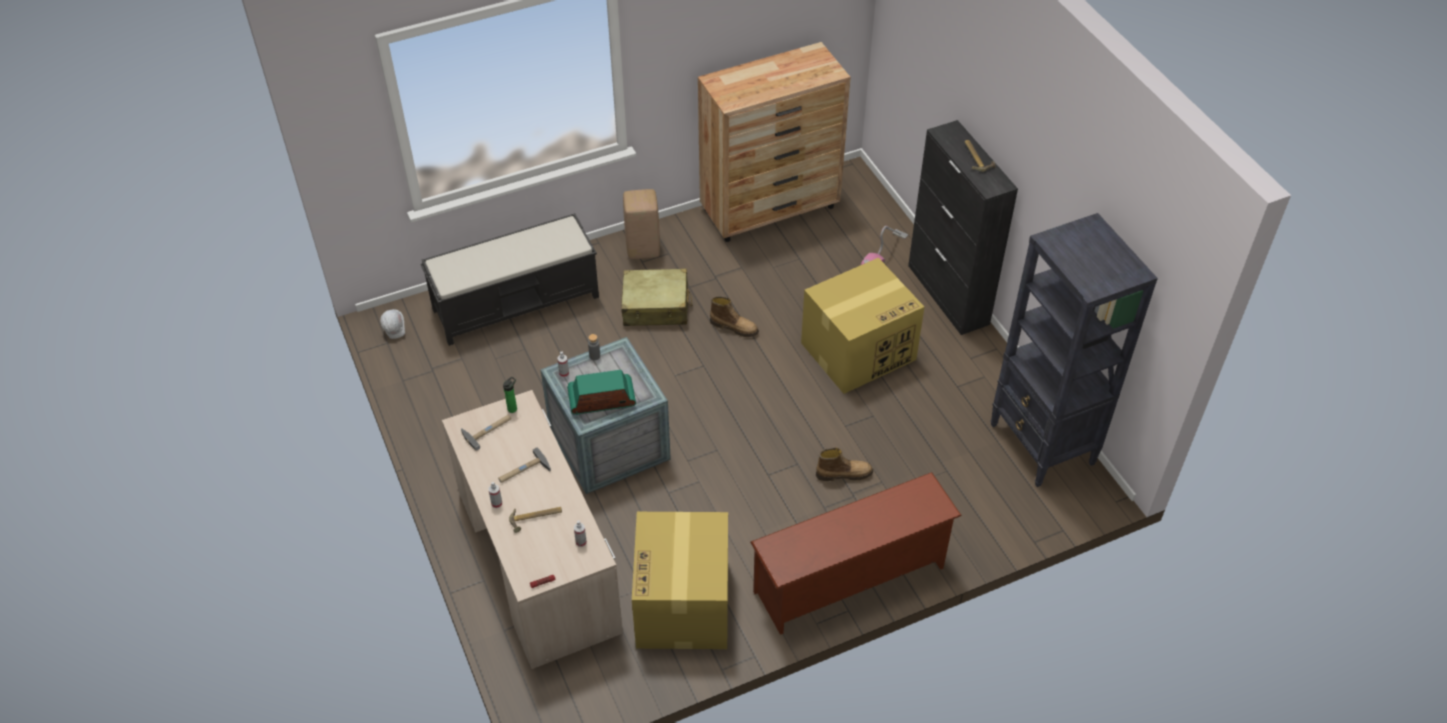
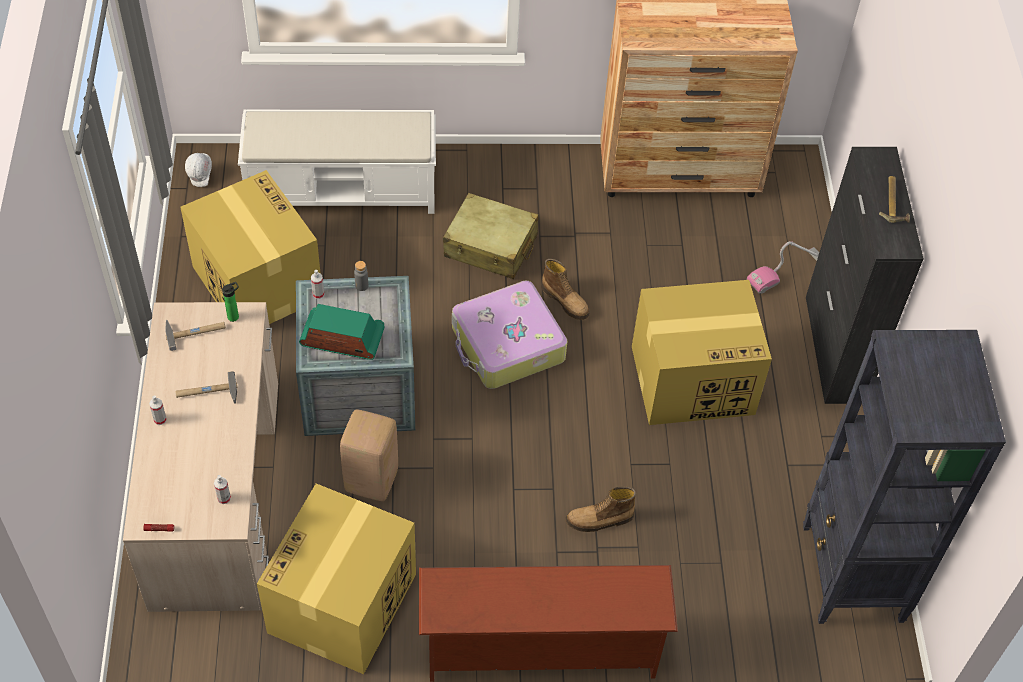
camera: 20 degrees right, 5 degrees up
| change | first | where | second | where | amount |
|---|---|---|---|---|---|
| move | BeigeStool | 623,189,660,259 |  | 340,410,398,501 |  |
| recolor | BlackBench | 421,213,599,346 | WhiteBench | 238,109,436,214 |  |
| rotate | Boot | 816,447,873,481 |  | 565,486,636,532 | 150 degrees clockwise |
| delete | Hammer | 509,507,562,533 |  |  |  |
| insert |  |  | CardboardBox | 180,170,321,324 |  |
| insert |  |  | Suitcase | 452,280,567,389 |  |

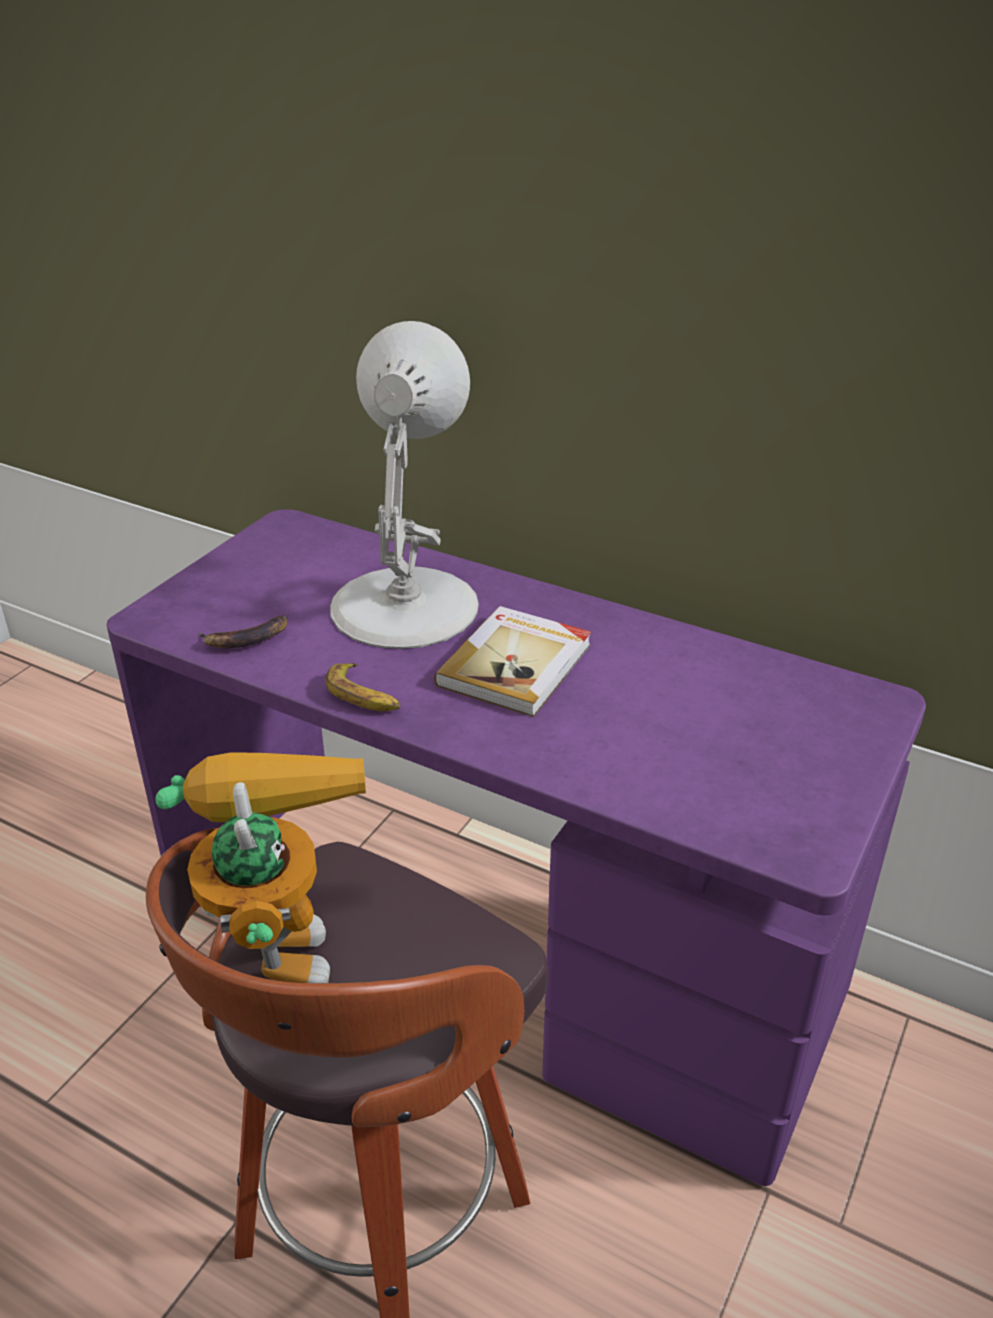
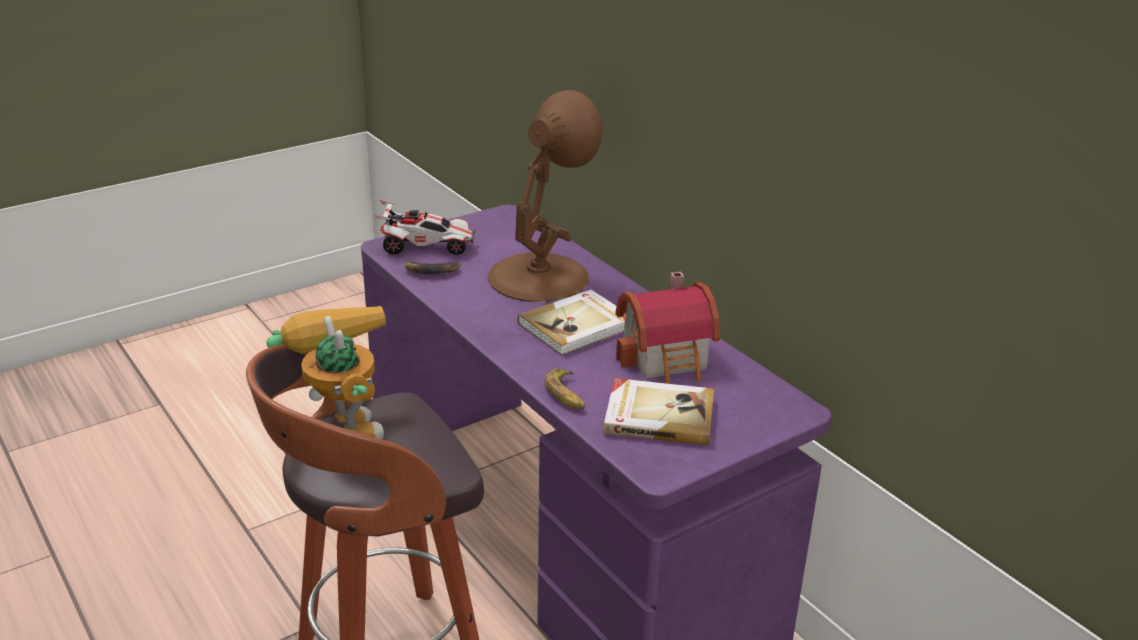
camera: 25 degrees right, 5 degrees down
| change | first | where | second | where | amount |
|---|---|---|---|---|---|
| recolor | WhiteTableLamp | 330,321,479,649 | BrownTableLamp | 488,90,602,302 |  |
| move | Banana | 326,663,401,711 |  | 544,368,585,409 |  |
| rotate | ToyRobot | 156,753,366,983 |  | 266,306,386,439 | 45 degrees counterclockwise |
| insert |  |  | ToyCar | 374,199,475,255 |  |
| insert |  |  | ToyHouse | 616,272,720,384 |  |
| insert |  |  | Book | 603,378,714,445 |  |

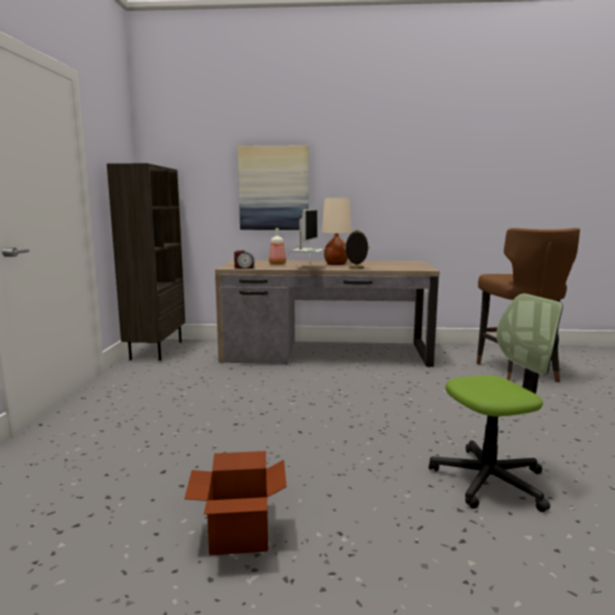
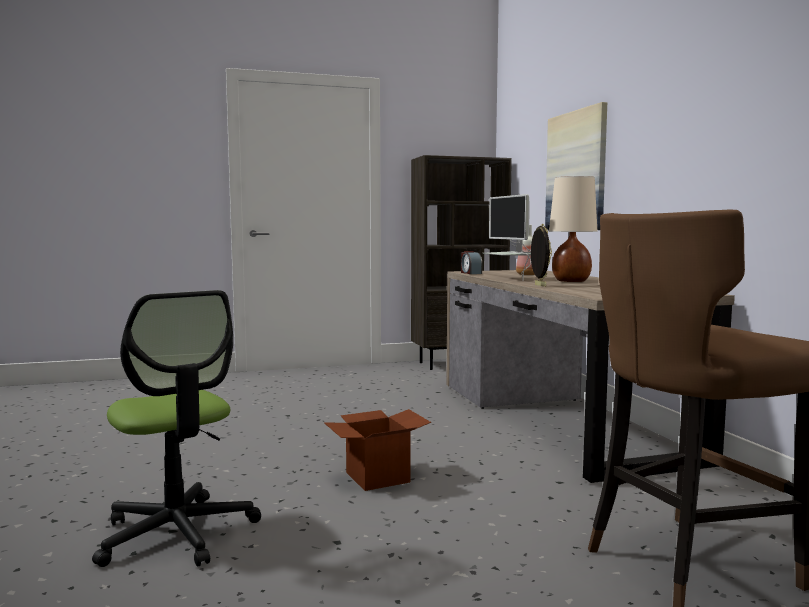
camera: 70 degrees right, 5 degrees down
| change | first | where | second | where | amount |
|---|---|---|---|---|---|
| rotate | Monitor | 288,209,325,266 |  | 483,194,531,281 | 75 degrees clockwise |
| move | CardboardBox | 184,451,287,555 |  | 324,409,431,491 |  |

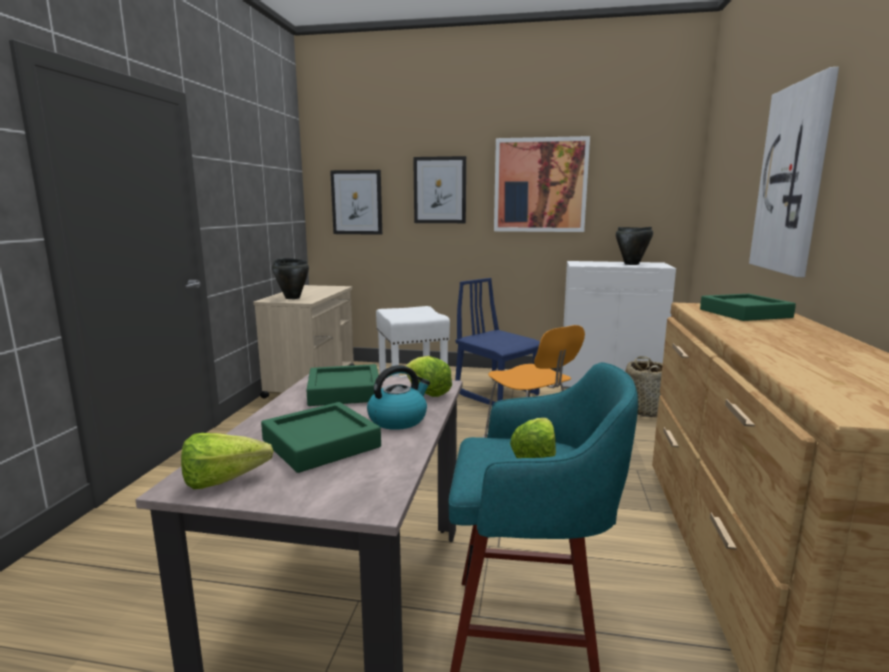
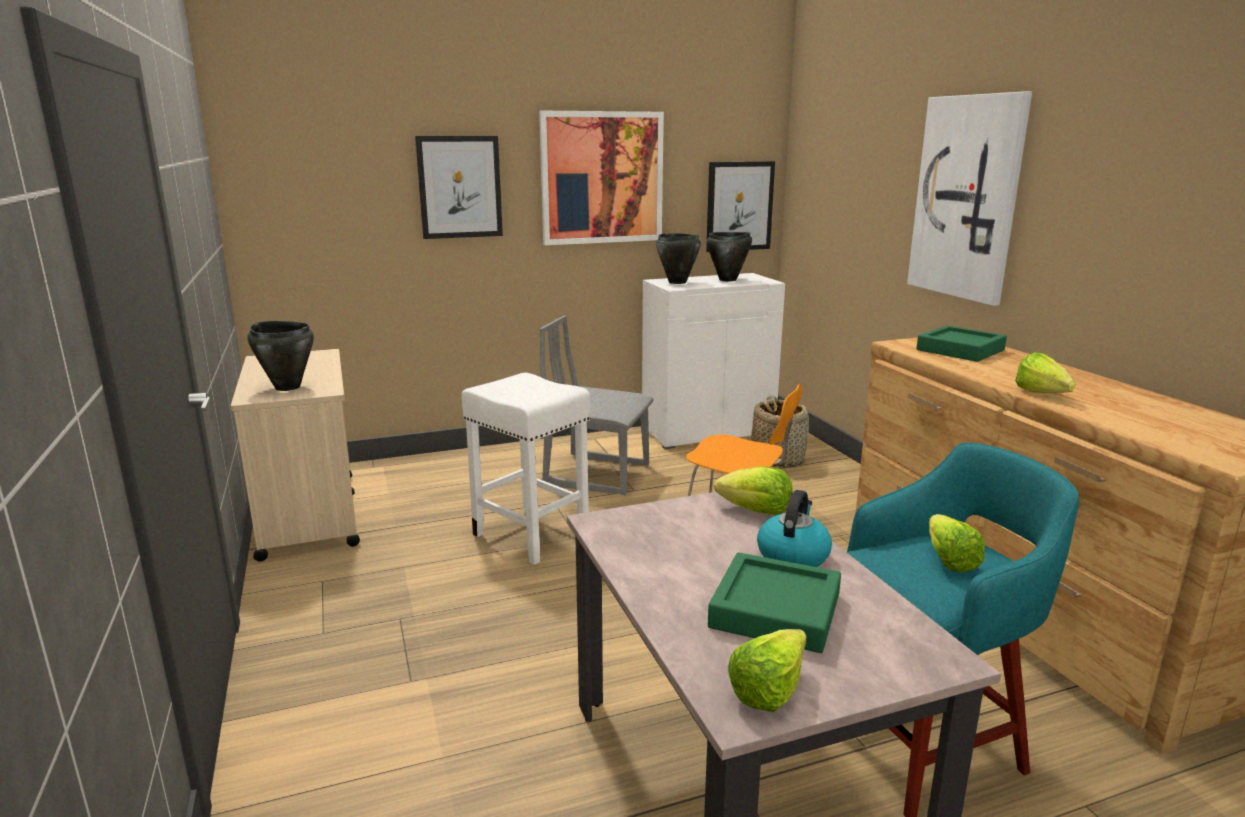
camera: 30 degrees left, 5 degrees up
| change | first | where | second | where | amount |
|---|---|---|---|---|---|
| move | Picture | 330,170,382,235 |  | 706,161,775,252 |  |
| recolor | BlueChair | 455,278,540,406 | GreyChair | 540,315,653,495 |  |
| delete | GreenTray | 306,364,379,406 |  |  |  |
| insert |  |  | BlackCookingPot | 656,233,701,284 |  |
| insert |  |  | Lettuce | 1015,352,1075,393 |  |

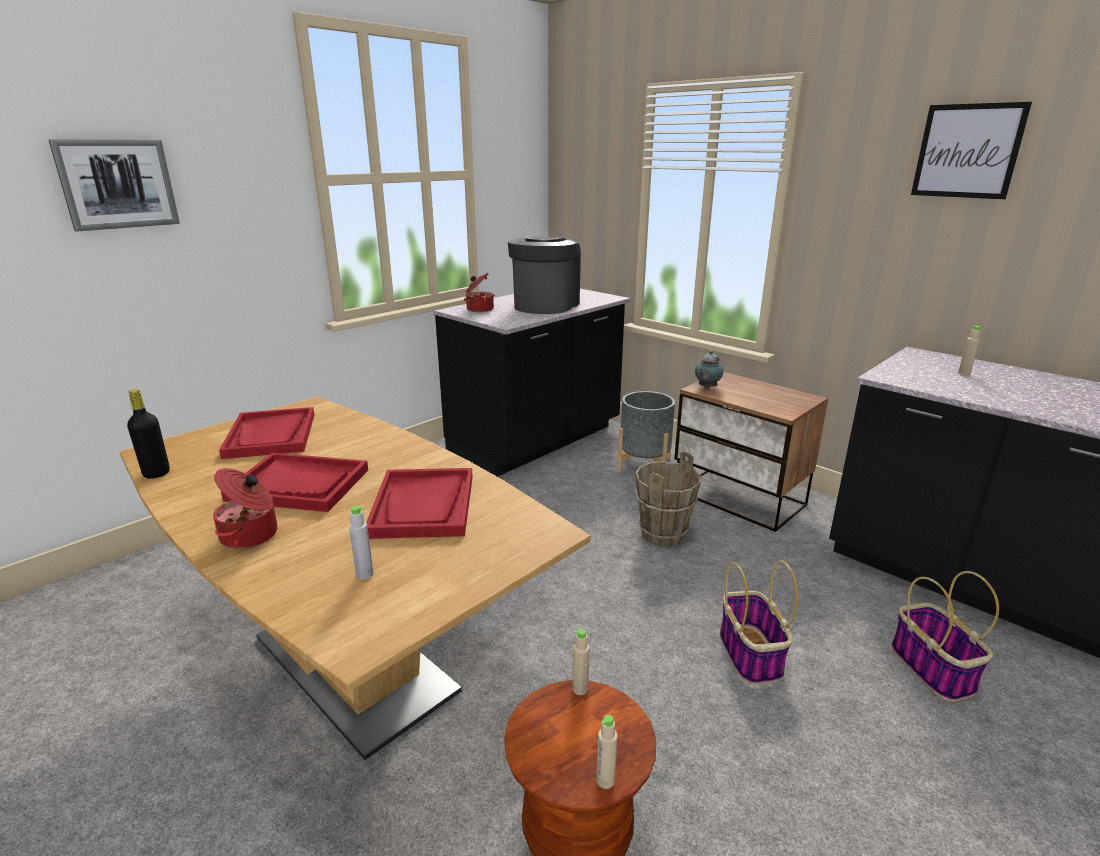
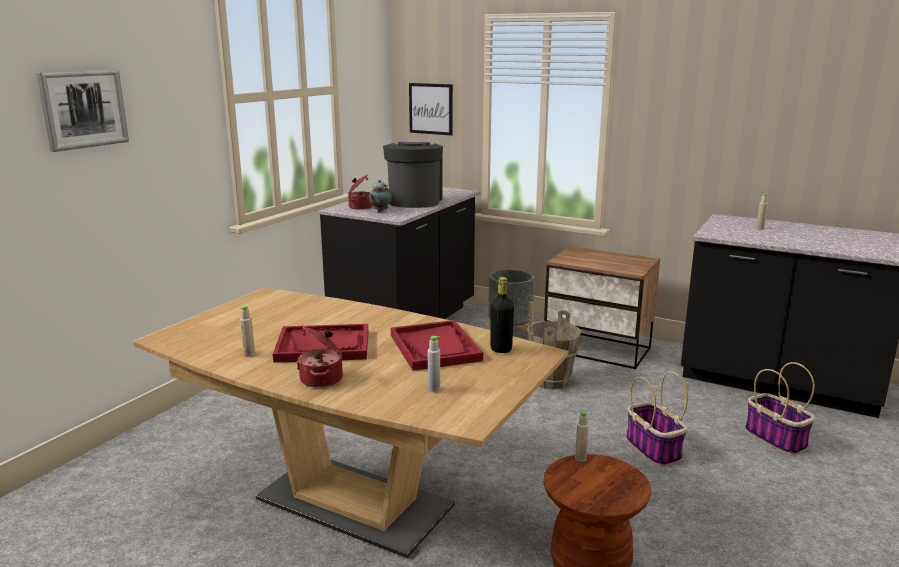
camera: 15 degrees left, 5 degrees down
| change | first | where | second | where | amount |
|---|---|---|---|---|---|
| move | Picture | 911,102,1032,199 |  | 409,83,453,136 |  |
| move | Teapot | 695,351,723,389 |  | 369,180,392,212 |  |
| move | BlackBottle | 127,389,170,479 |  | 490,277,514,353 |  |
| delete | RedTray | 219,407,314,459 |  |  |  |
| move | BeigeBottle | 596,715,617,789 |  | 240,306,255,356 |  |

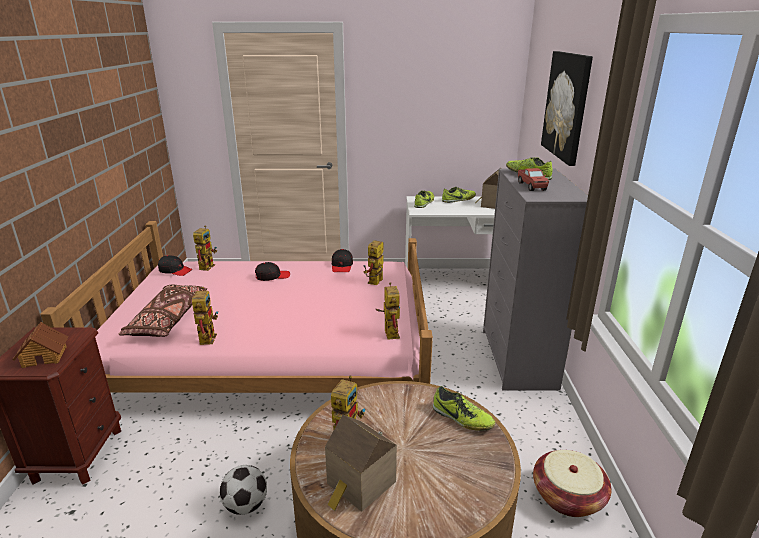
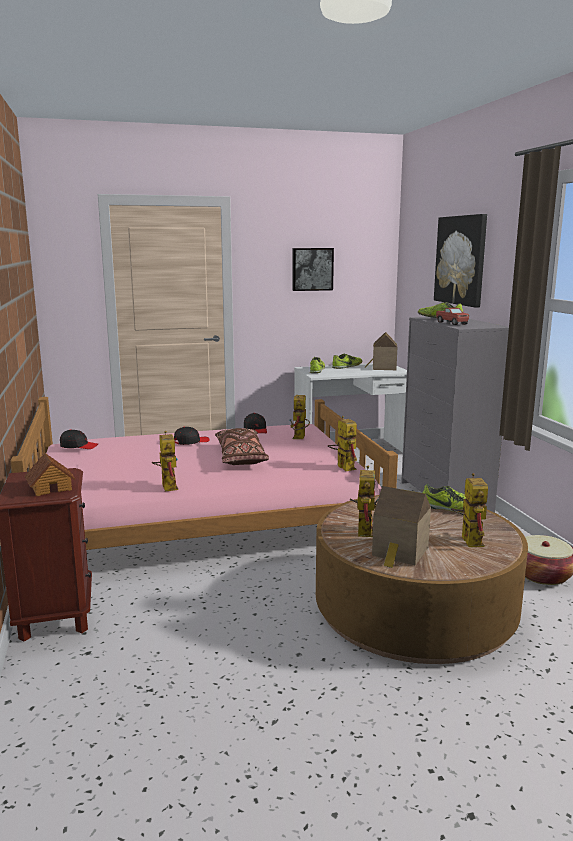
camera: 15 degrees left, 10 degrees down
| change | first | where | second | where | amount |
|---|---|---|---|---|---|
| move | ToyRobot | 193,225,217,271 |  | 451,473,488,547 |  |
| move | BrownPillow | 119,285,207,337 |  | 215,428,269,465 |  |
| delete | Football | 220,465,267,515 |  |  |  |
| insert |  |  | Picture | 292,248,334,291 |  |

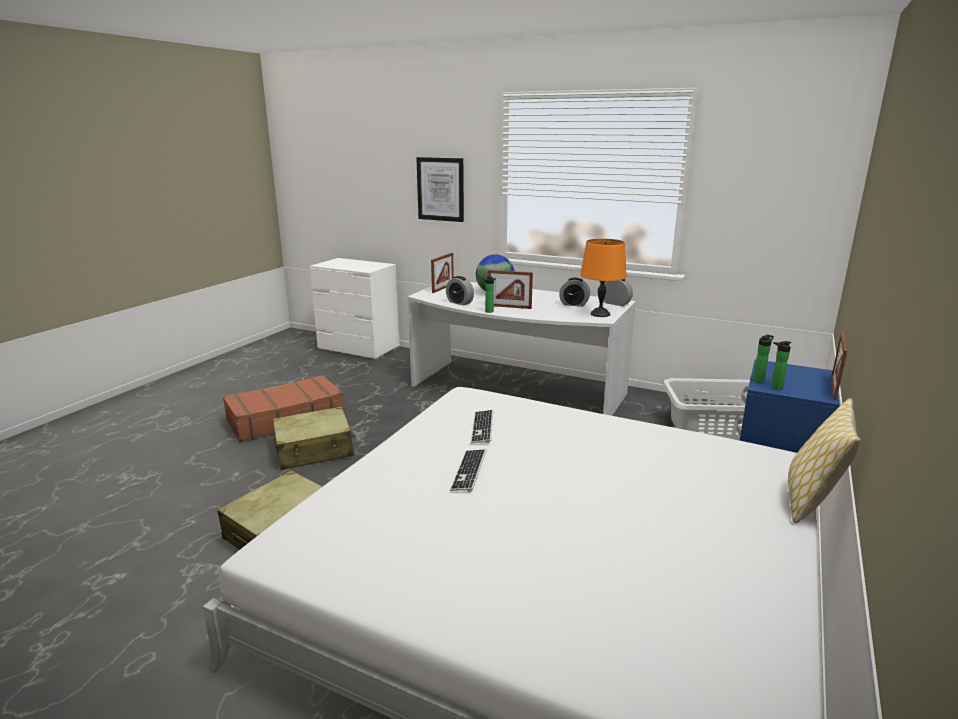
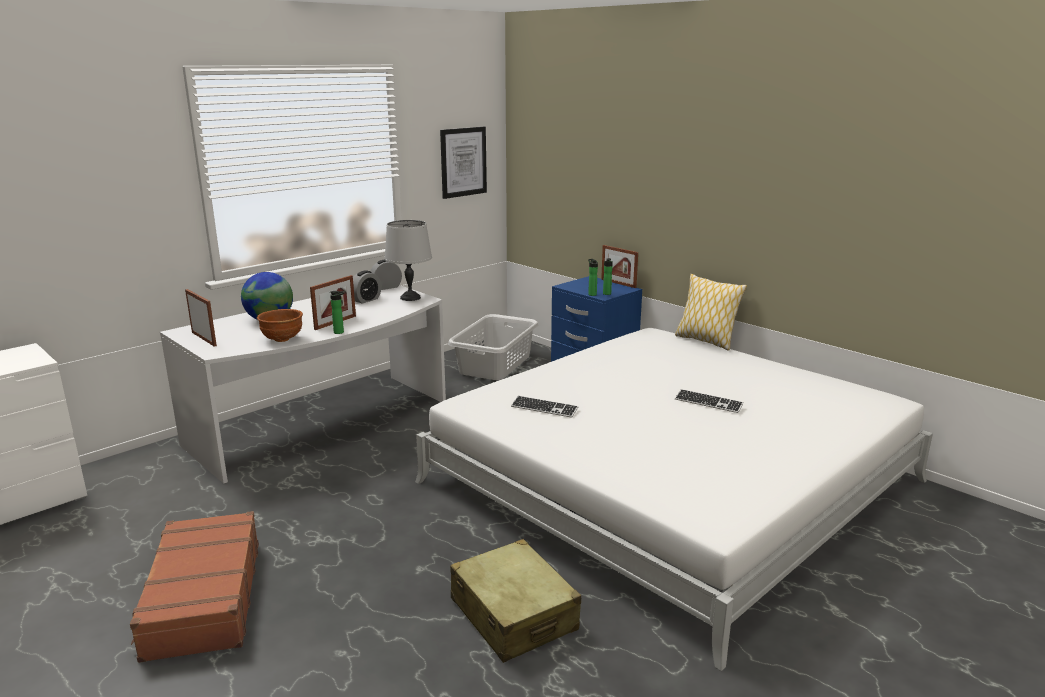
camera: 70 degrees left, 0 degrees up
| change | first | where | second | where | amount |
|---|---|---|---|---|---|
| move | Picture | 416,157,464,222 |  | 440,127,487,199 |  |
| recolor | OrangeTableLamp | 580,239,627,317 | GreyTableLamp | 384,220,432,301 |  |
| replace | AlarmClock | 446,276,474,305 | BrownBowl | 257,309,303,342 |  |
| delete | BeigeSuitcase | 273,406,356,470 |  |  |  |
| move | Keyboard | 450,449,486,492 |  | 675,389,744,413 |  |

